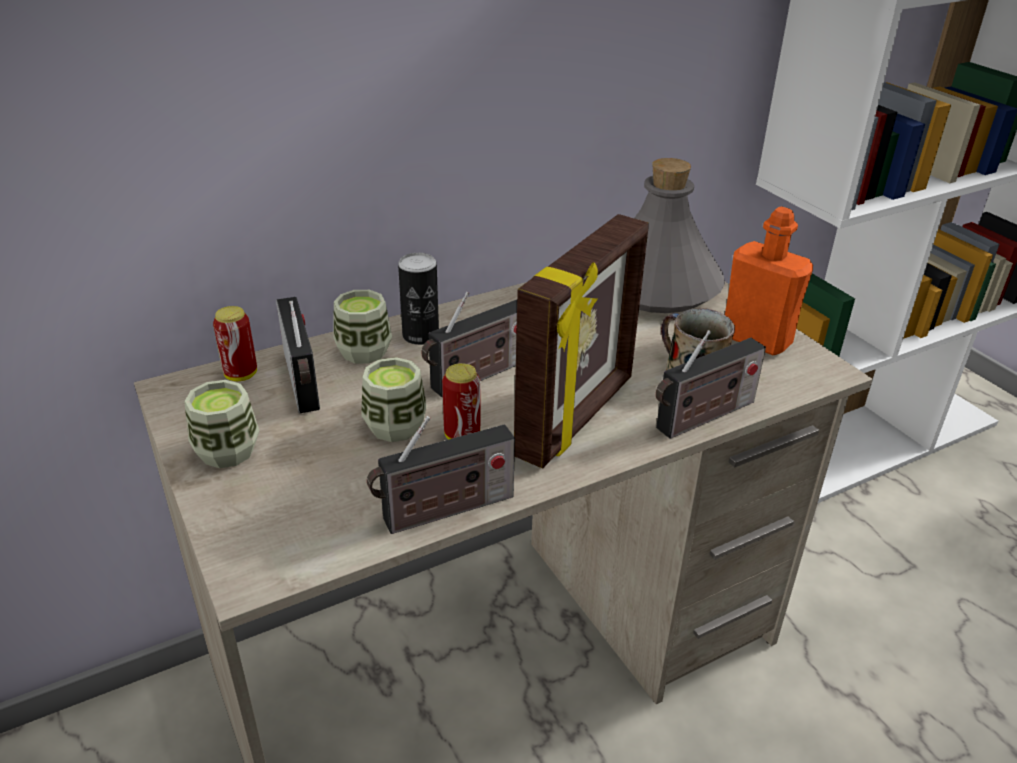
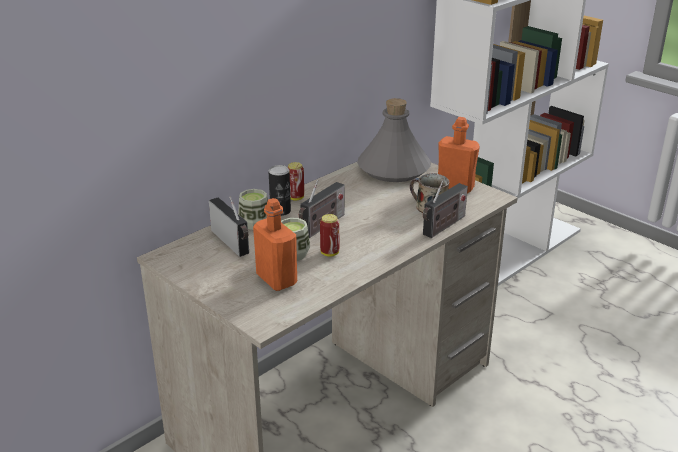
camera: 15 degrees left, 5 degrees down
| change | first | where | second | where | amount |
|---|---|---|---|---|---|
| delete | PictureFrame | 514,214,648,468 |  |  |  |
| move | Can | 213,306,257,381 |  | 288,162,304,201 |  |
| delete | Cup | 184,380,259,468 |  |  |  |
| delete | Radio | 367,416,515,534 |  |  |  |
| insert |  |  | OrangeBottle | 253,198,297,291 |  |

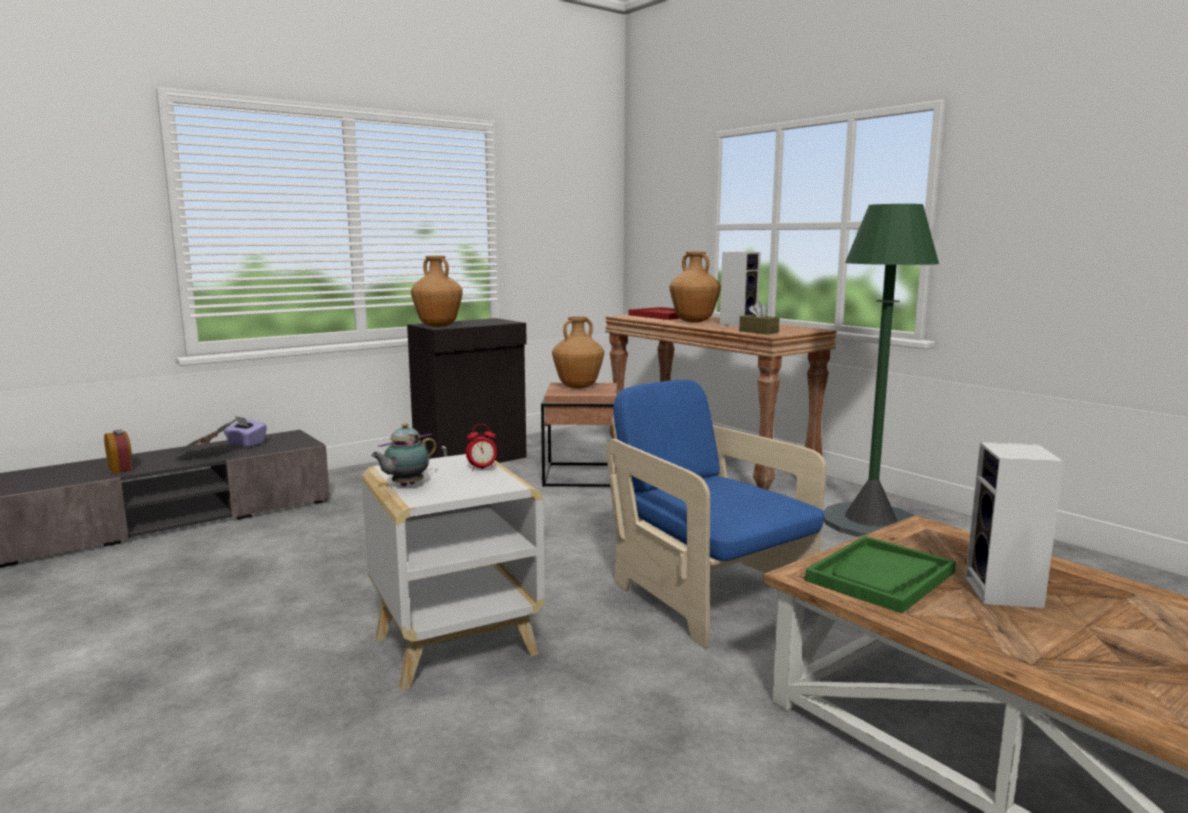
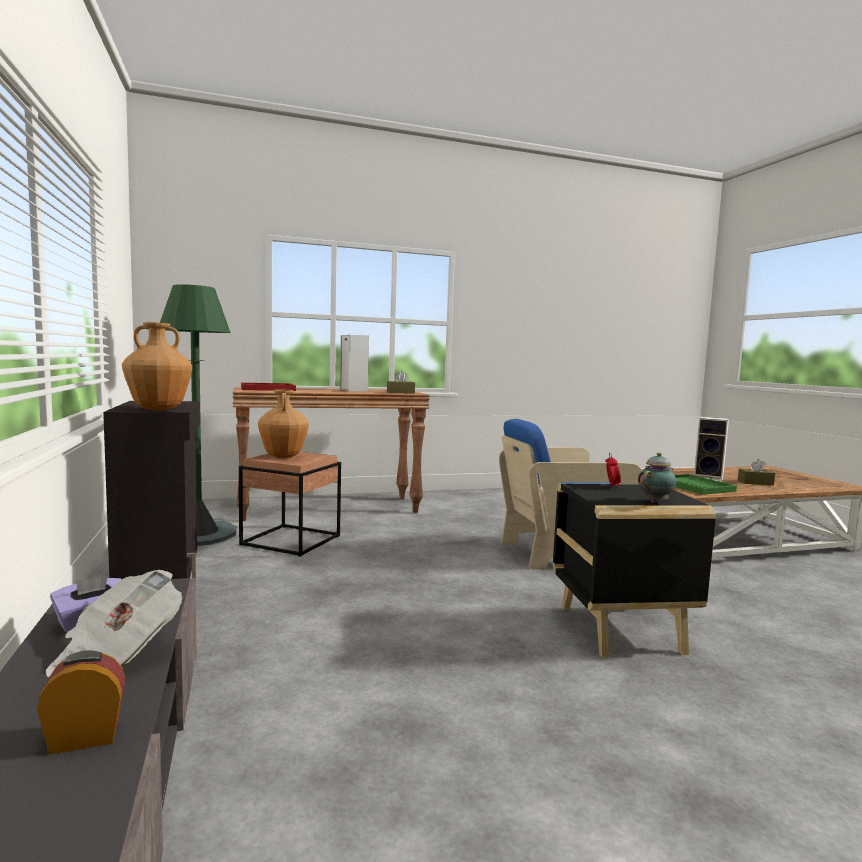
camera: 70 degrees left, 5 degrees down
| change | first | where | second | where | amount |
|---|---|---|---|---|---|
| move | GreenFloorLamp | 823,204,939,537 |  | 160,284,237,546 |  |
| delete | BrownVase | 669,252,721,323 |  |  |  |
| rotate | Teapot | 371,423,437,487 |  | 638,452,676,503 | 105 degrees counterclockwise |
| recolor | WhiteSideTable | 362,454,545,690 | BlackSideTable | 553,484,716,658 |  |
| insert |  |  | BrownTissueBox | 738,459,775,485 |  |

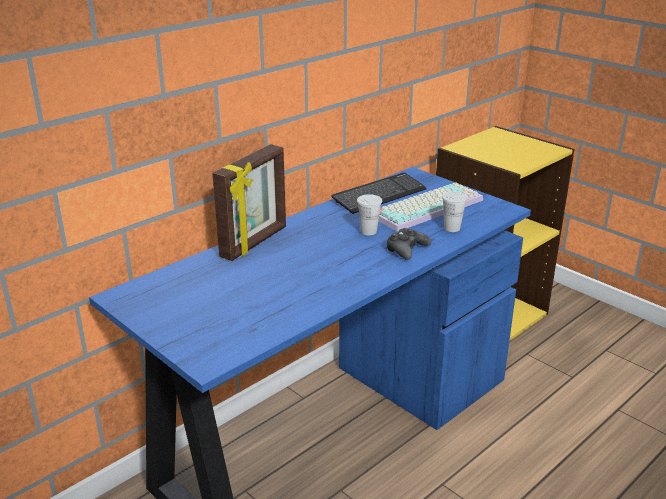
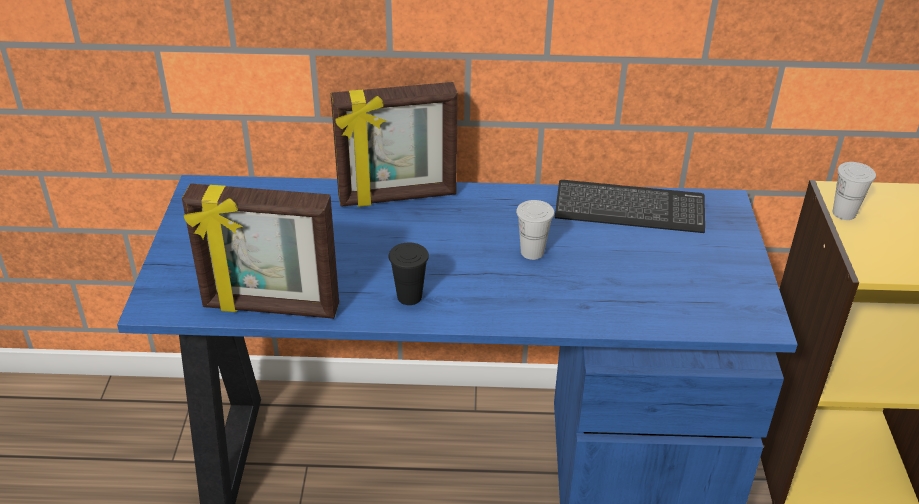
camera: 45 degrees right, 10 degrees up
| change | first | where | second | where | amount |
|---|---|---|---|---|---|
| delete | Keyboard | 379,182,483,232 |  |  |  |
| move | WhiteCup | 442,191,468,232 |  | 832,162,876,220 |  |
| delete | BlackGameController | 387,228,431,260 |  |  |  |
| insert |  |  | PictureFrame | 182,183,339,319 |  |
| insert |  |  | BlackCup | 389,242,429,305 |  |

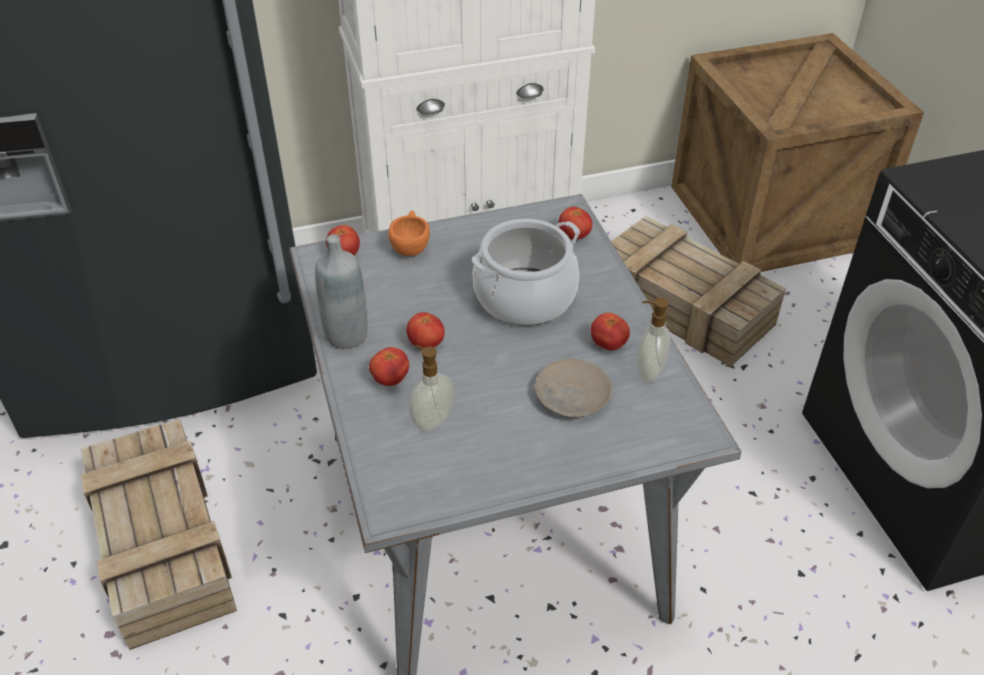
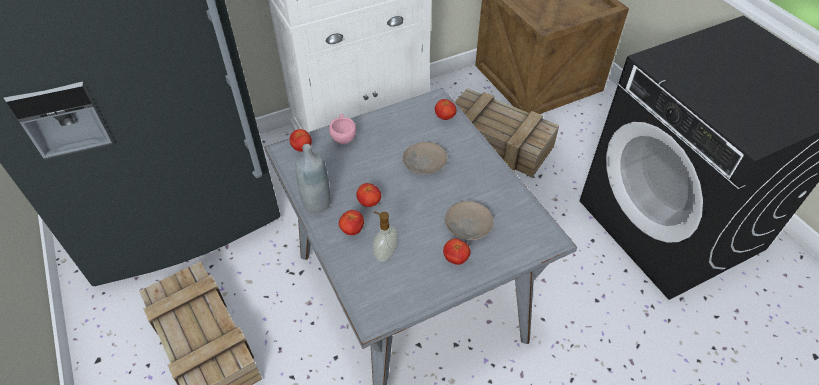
camera: 10 degrees left, 5 degrees up
| change | first | where | second | where | amount |
|---|---|---|---|---|---|
| recolor | OrangeCup | 388,210,430,256 | PinkCup | 329,113,356,144 |  |
| replace | CookingPot | 472,219,580,326 | BeigePlate | 403,142,447,174 |  |
| delete | SoapDispenser | 637,298,670,383 |  |  |  |
| move | Tomato | 591,313,630,350 |  | 443,238,471,265 |  |

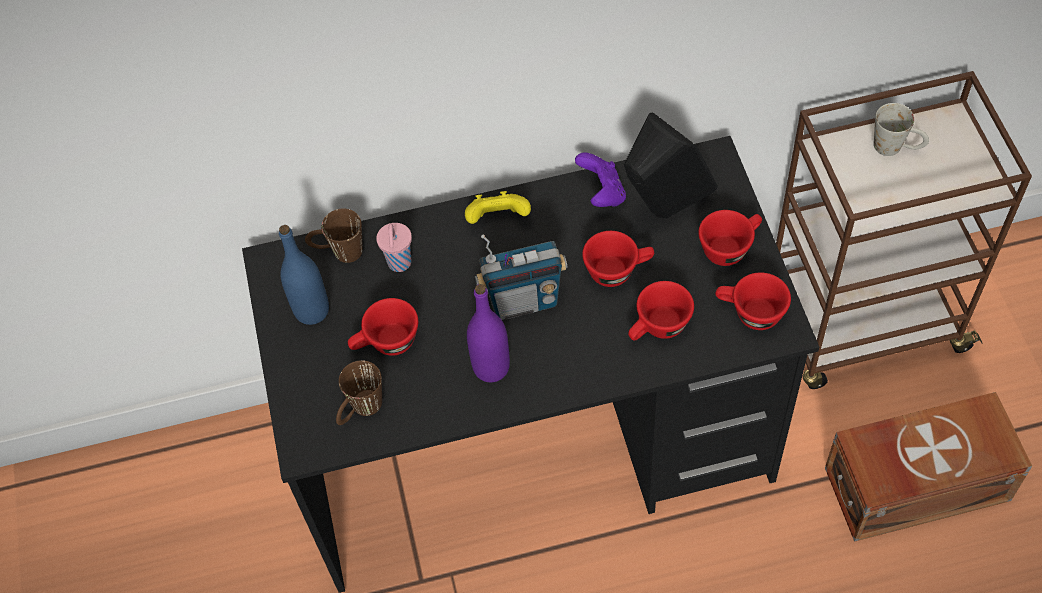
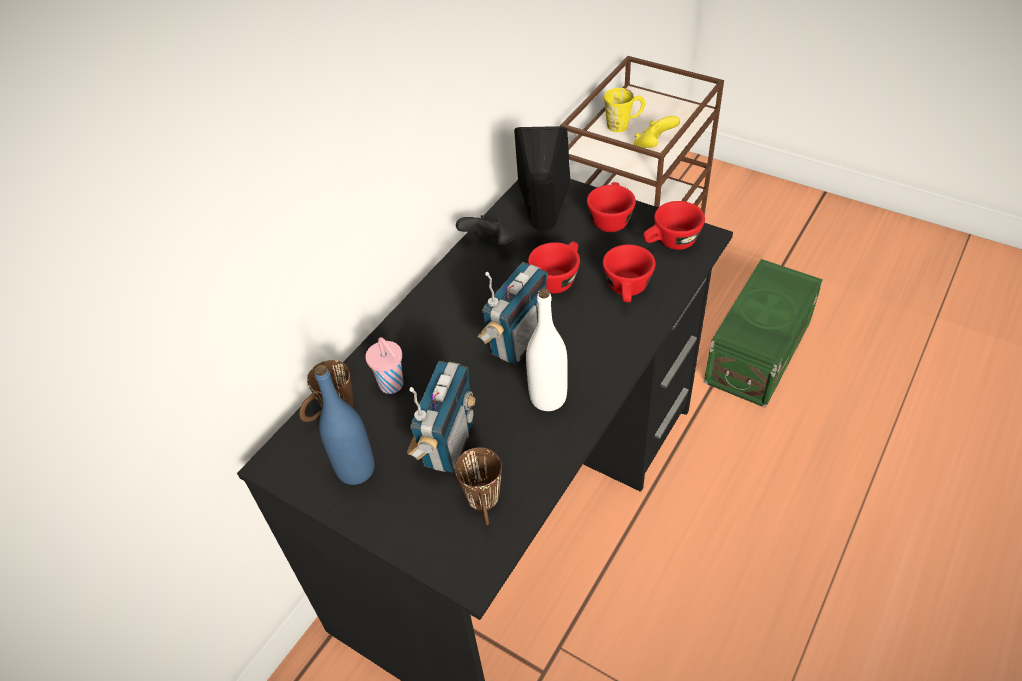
camera: 45 degrees left, 10 degrees down
| change | first | where | second | where | amount |
|---|---|---|---|---|---|
| recolor | WhiteMug | 874,103,929,156 | YellowMug | 604,88,645,132 |  |
| recolor | PurpleGameController | 575,153,626,207 | BlackGameController | 456,215,515,246 |  |
| move | YellowGameController | 465,191,531,224 |  | 634,116,680,148 |  |
| recolor | PurpleBottle | 467,284,510,382 | WhiteBottle | 526,288,568,411 |  |
| replace | RedCup | 348,298,418,356 | Radio | 407,361,475,473 |  |
| recolor | BrownStorageBox | 825,392,1032,542 | GreenStorageBox | 704,259,823,408 |  |

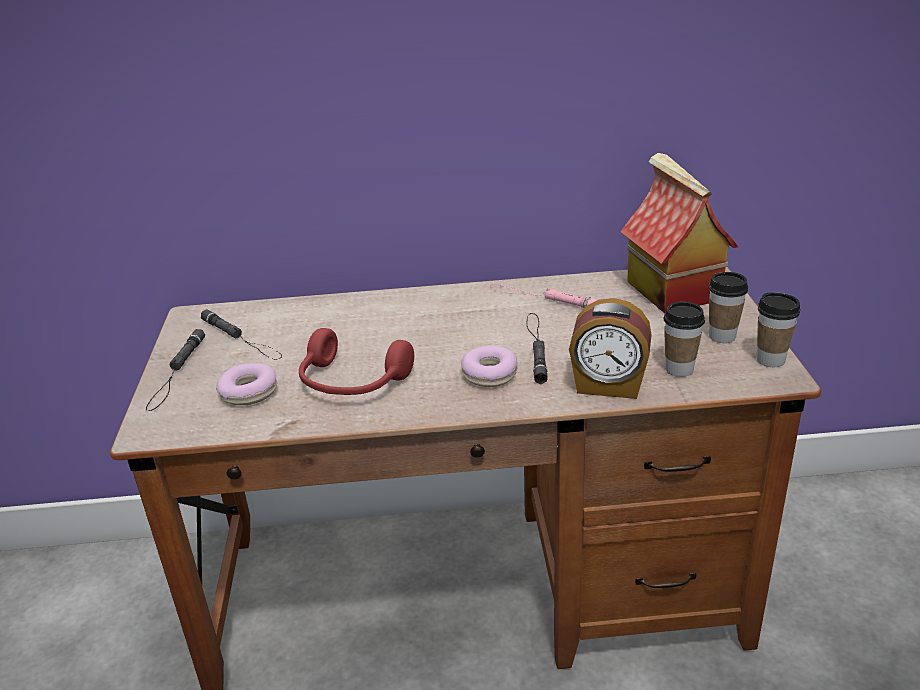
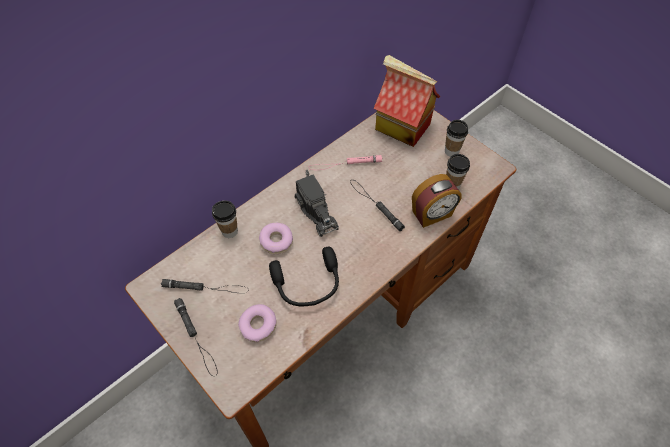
camera: 40 degrees left, 25 degrees up
| change | first | where | second | where | amount |
|---|---|---|---|---|---|
| move | Cup | 757,292,801,367 |  | 212,200,238,238 |  |
| recolor | RedHeadphones | 299,328,414,395 | BlackHeadphones | 269,247,339,306 |  |
| move | Donut | 461,346,517,387 |  | 259,223,293,254 |  |
| insert |  |  | ToyTruck | 295,169,339,237 |  |

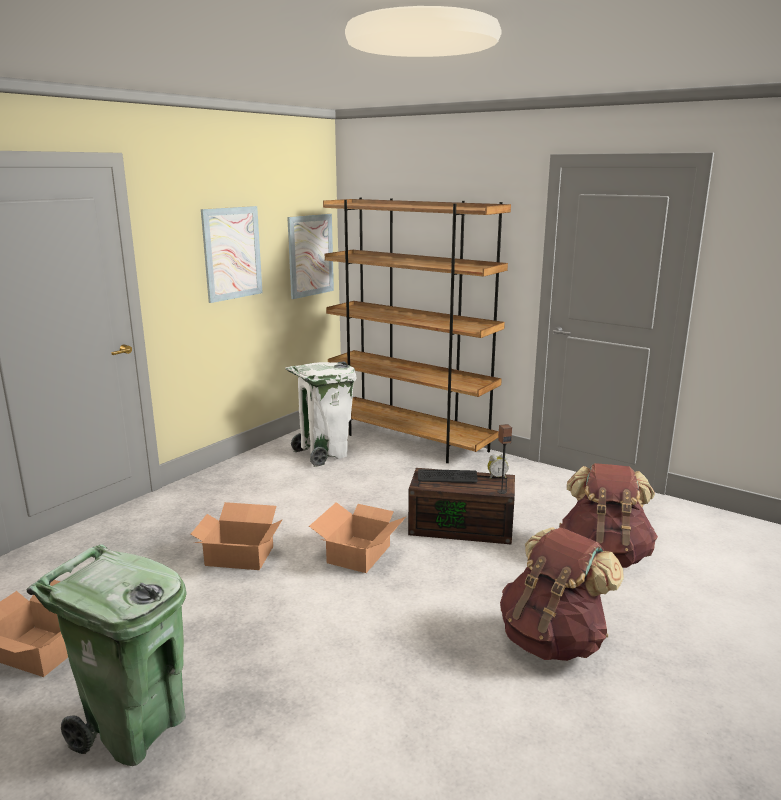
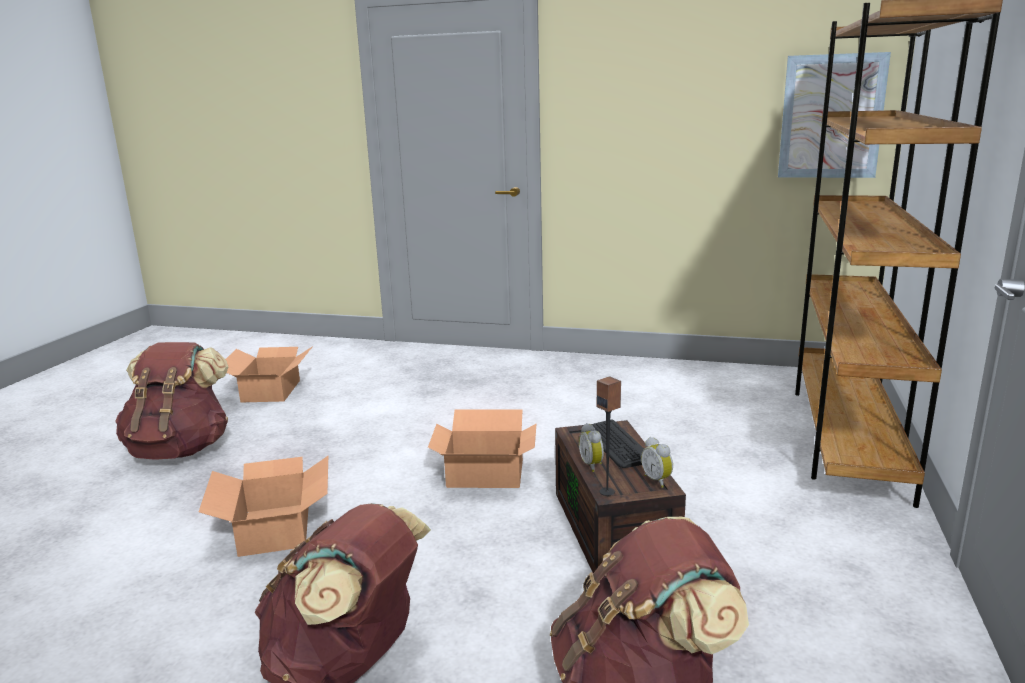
camera: 70 degrees right, 0 degrees up
| change | first | where | second | where | amount |
|---|---|---|---|---|---|
| delete | Picture | 201,206,263,303 |  |  |  |
| delete | WhiteTrashCan | 285,361,356,467 |  |  |  |
| move | CardboardBox | 191,502,283,570 |  | 199,456,328,557 |  |
| replace | GreenTrashCan | 27,544,187,766 | BrownBackpack | 115,342,228,460 |  |
| insert |  |  | AlarmClock | 579,423,604,472 |  |

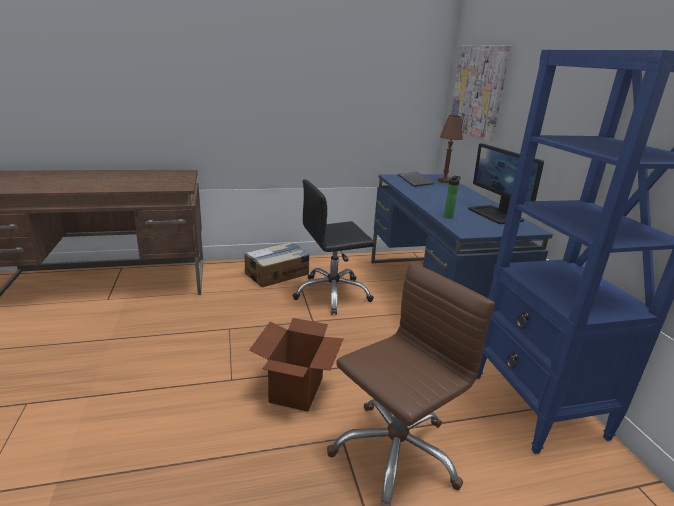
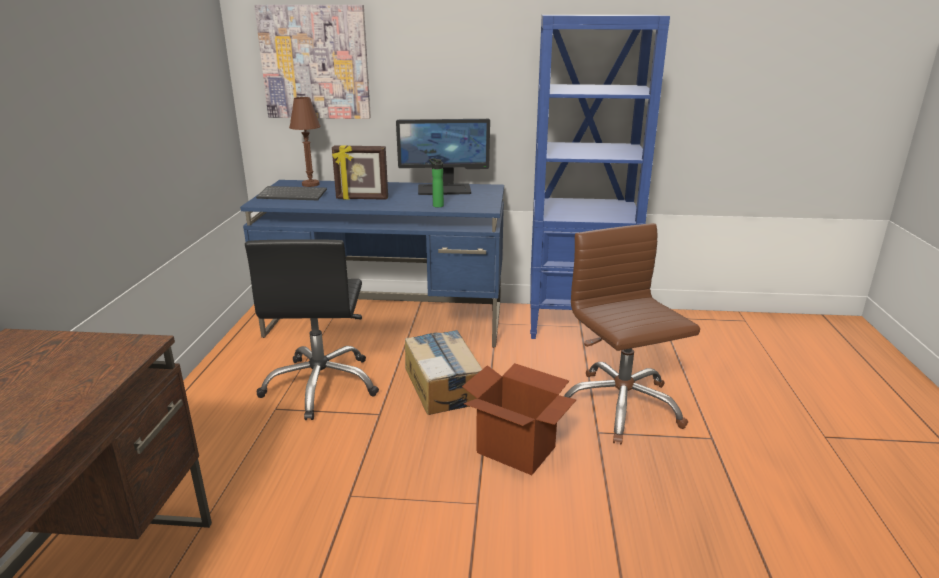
camera: 70 degrees left, 0 degrees up
| change | first | where | second | where | amount |
|---|---|---|---|---|---|
| move | CardboardBox | 244,242,310,287 |  | 405,330,482,415 |  |
| insert |  |  | PictureFrame | 332,145,388,200 |  |

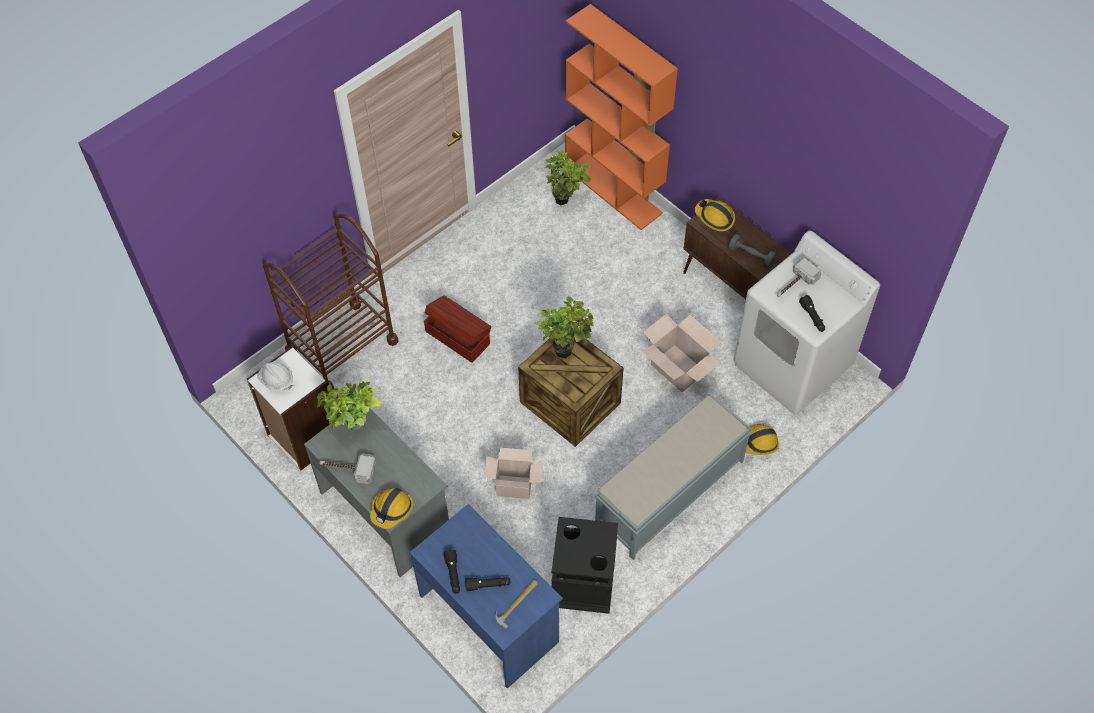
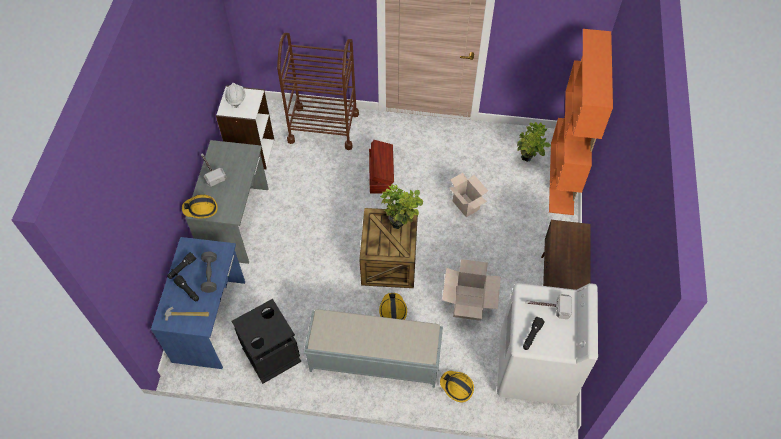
camera: 50 degrees right, 0 degrees up
| change | first | where | second | where | amount |
|---|---|---|---|---|---|
| move | HardHat | 695,199,735,232 |  | 379,293,407,320 |  |
| move | GreyDumbbell | 728,234,776,269 |  | 201,252,217,293 |  |
| delete | PottedPlant | 317,381,382,430 |  |  |  |
| move | CardboardBox | 484,447,543,499 |  | 449,173,488,217 |  |

